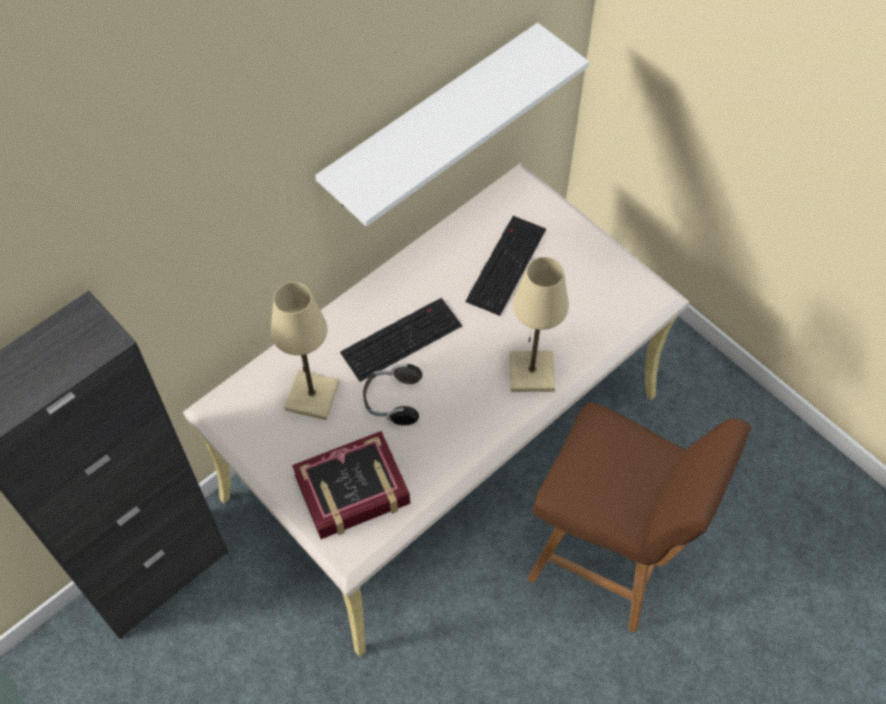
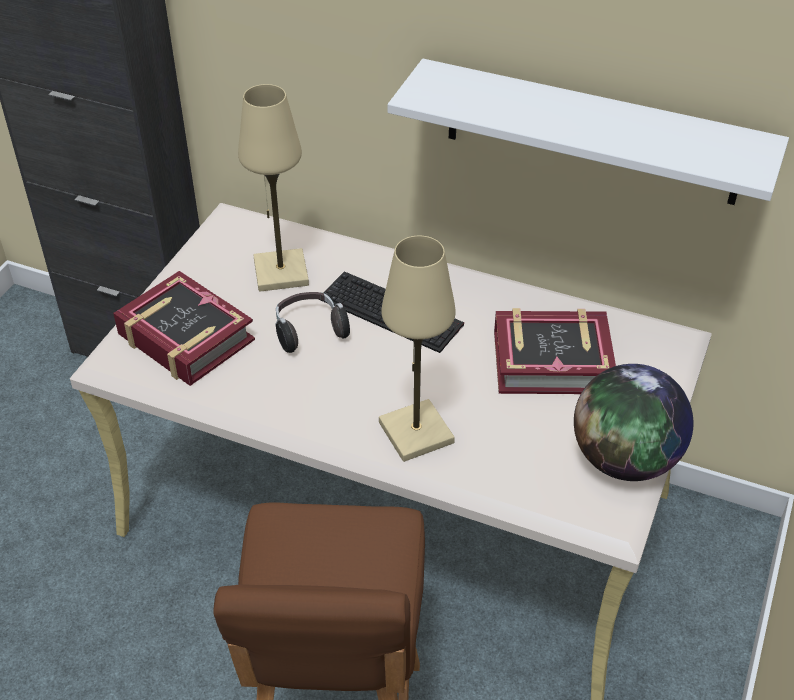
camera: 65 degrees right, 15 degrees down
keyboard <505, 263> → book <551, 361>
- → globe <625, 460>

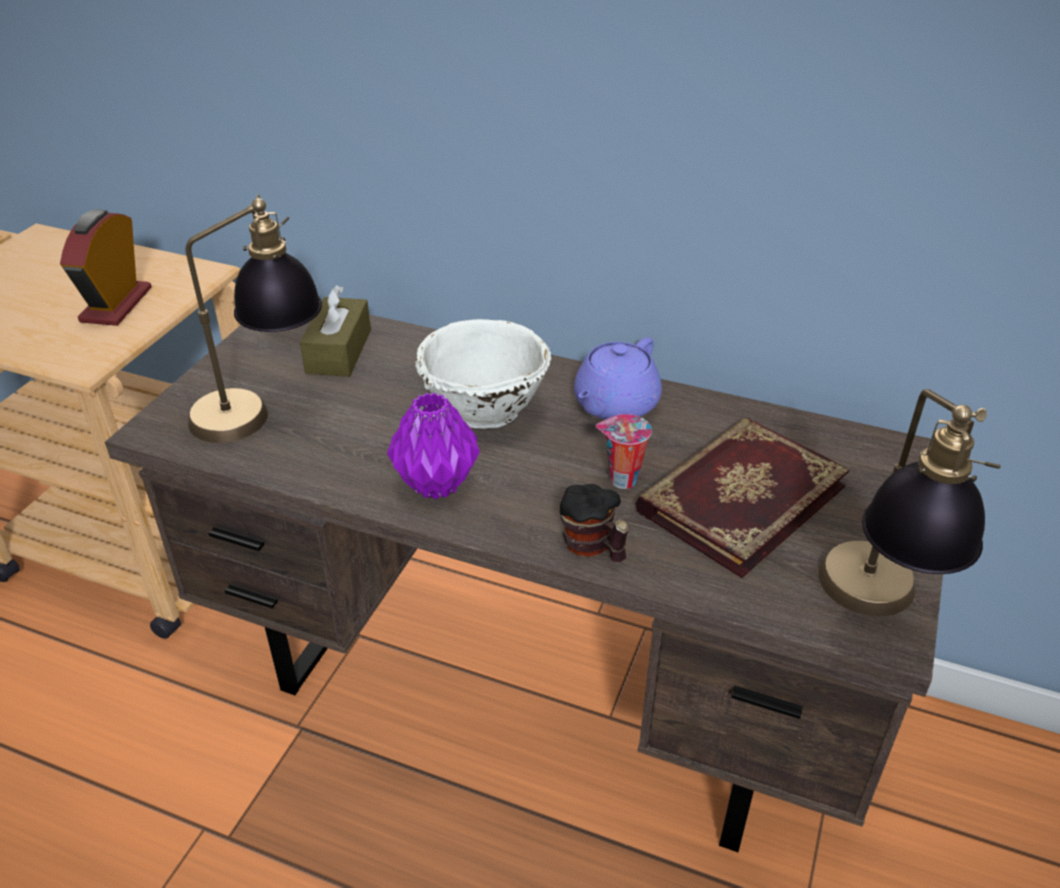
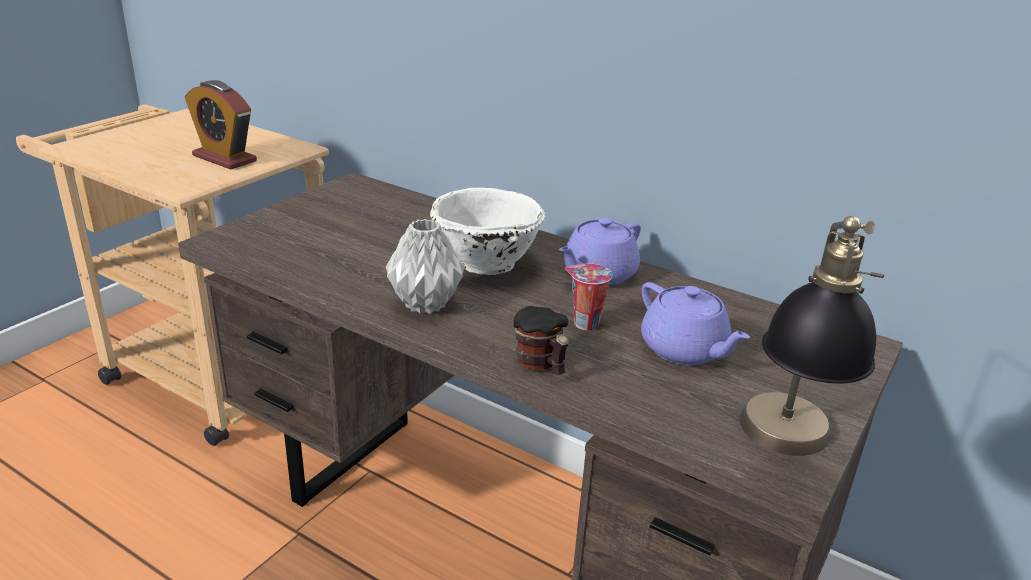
camera: 10 degrees right, 10 degrees down
alarm clock <116, 305> → alarm clock <224, 158>, 75 degrees counterclockwise
vase in purple <437, 484> → vase in grey <426, 305>
book <738, 497> → teapot in purple <685, 350>
table lamp <263, 415> → -
tissue box in brown <339, 351> → -

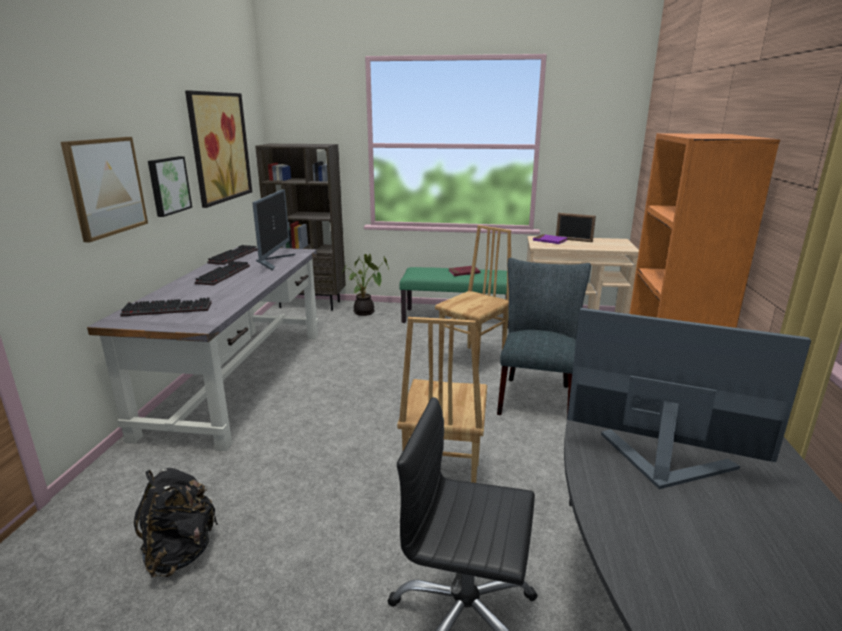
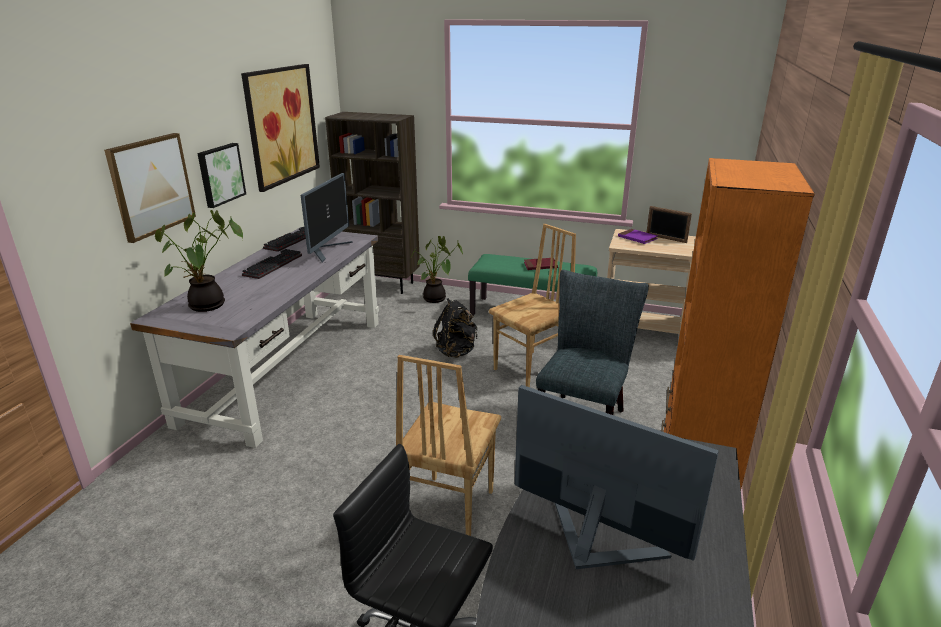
camera: 10 degrees right, 5 degrees up
keyboard <169, 309> → potted plant <208, 306>
backpack in black <180, 552> → backpack in black <456, 351>, relocated

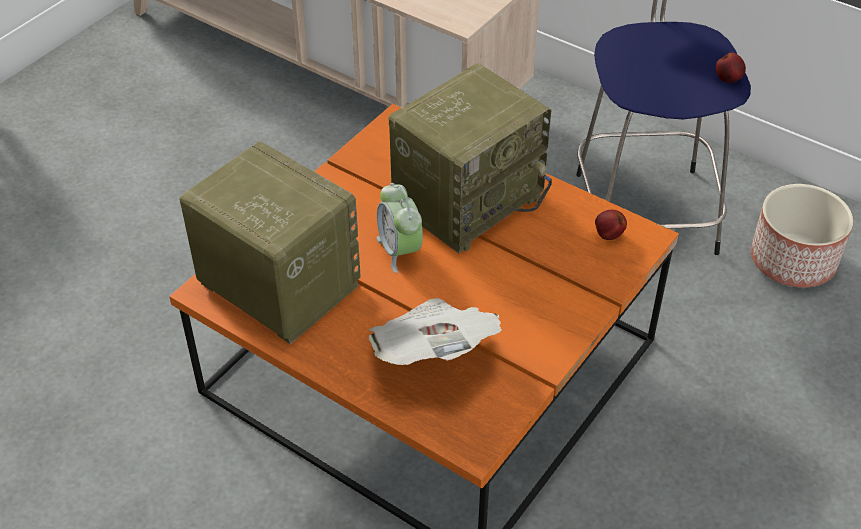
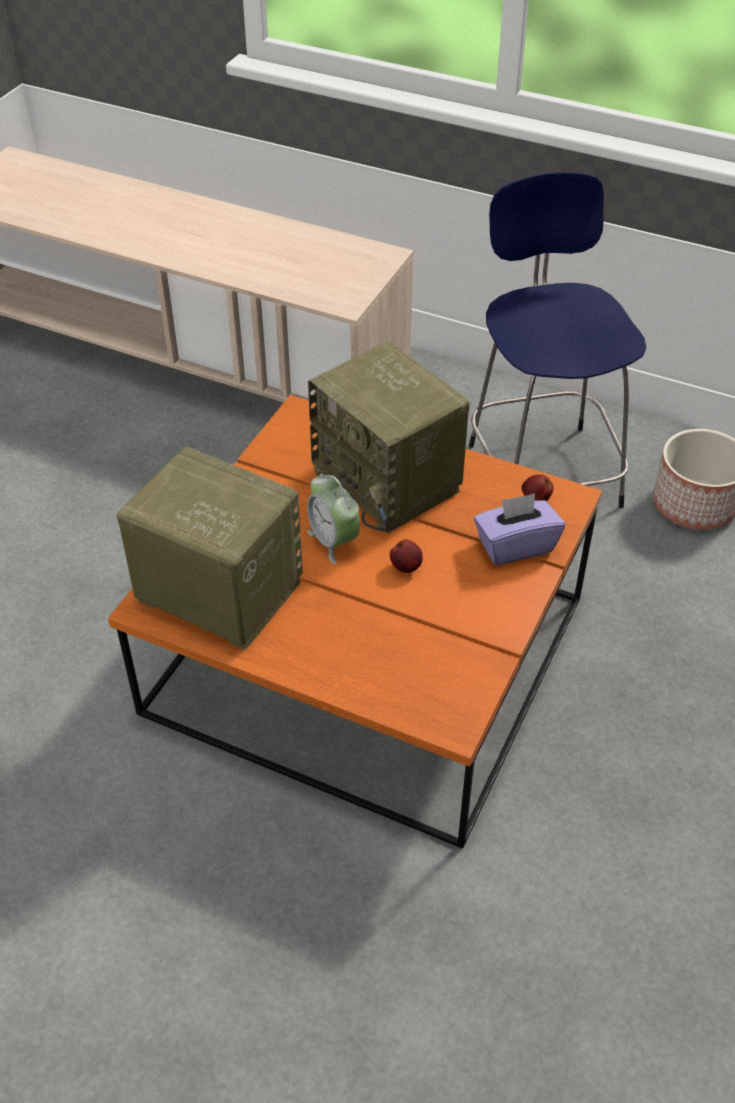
camera: 10 degrees left, 0 degrees up
radio <468, 198> → radio <389, 481>, 105 degrees clockwise
apple <728, 79> → apple <406, 567>, relocated
- → tissue box in purple <515, 546>
newspaper <433, 353> → -

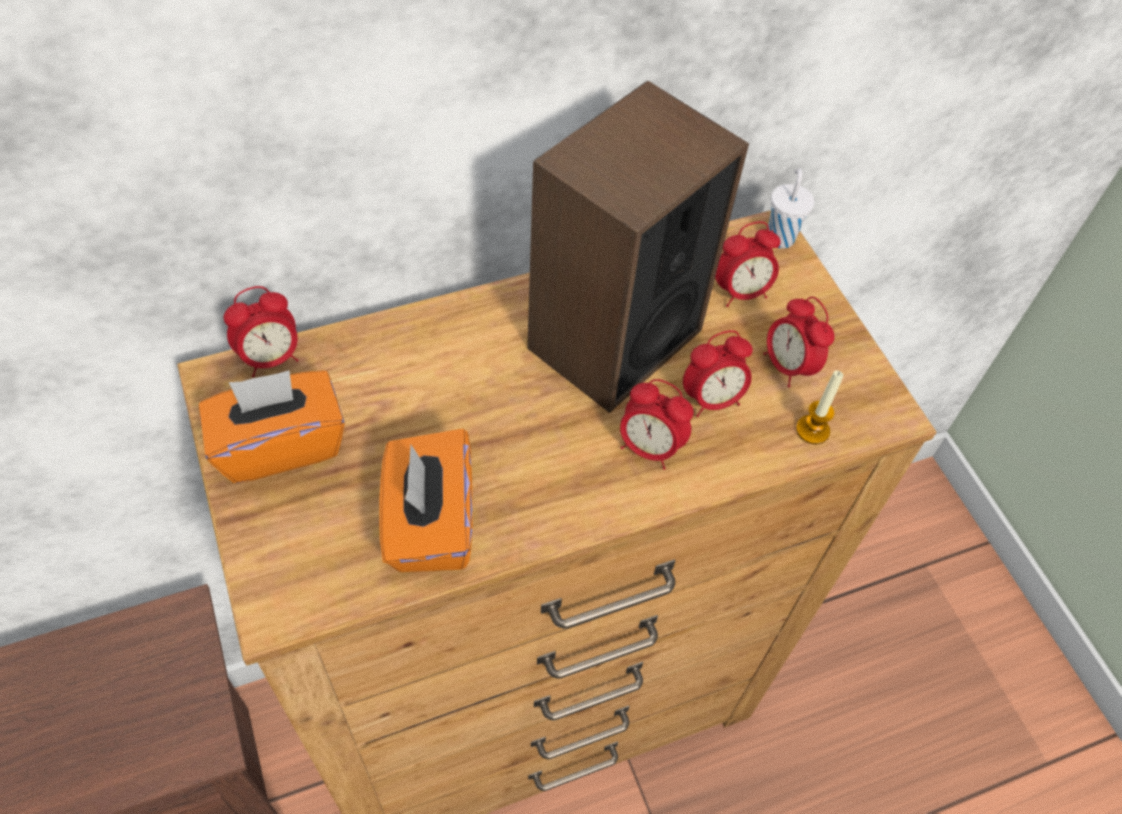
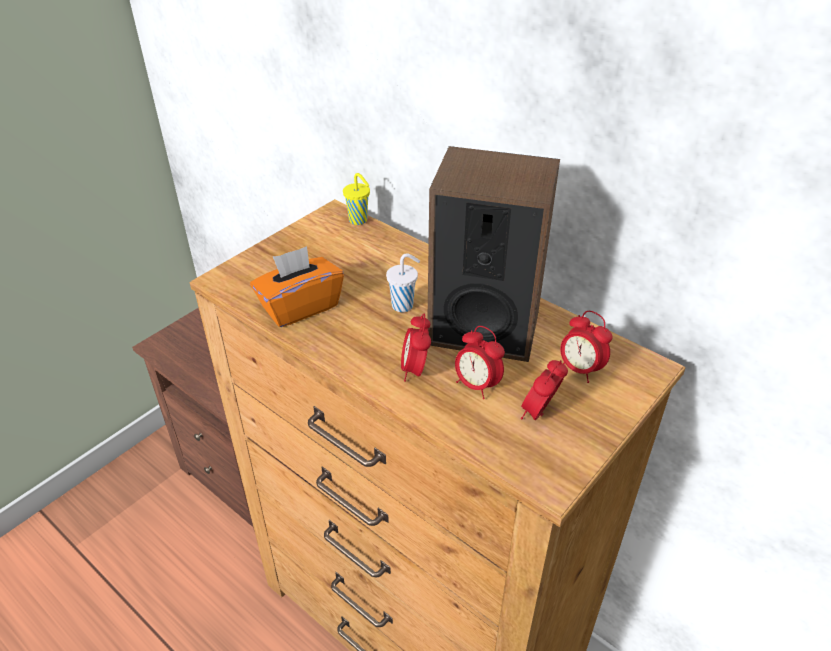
camera: 65 degrees right, 15 degrees down
alarm clock <271, 358> → cup in yellow <359, 221>
cup in white <780, 237> → cup in white <404, 305>, relocated
tissue box in orange <280, 444> → -
candle <812, 430> → -

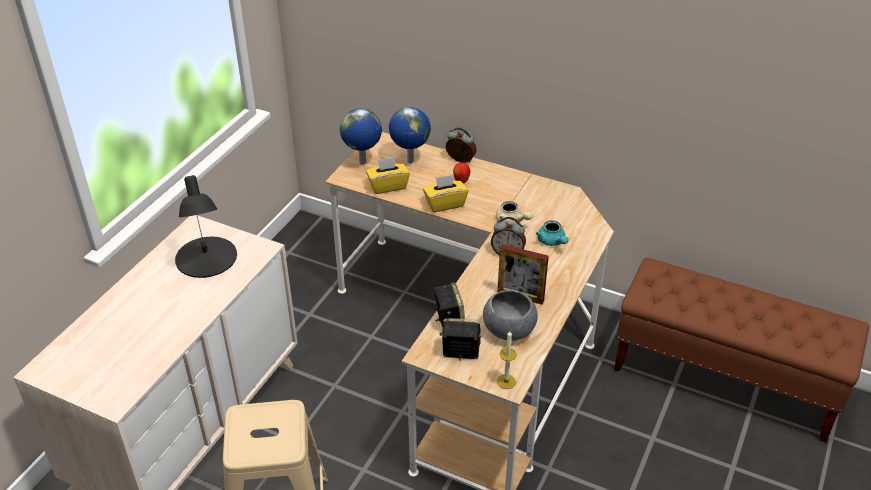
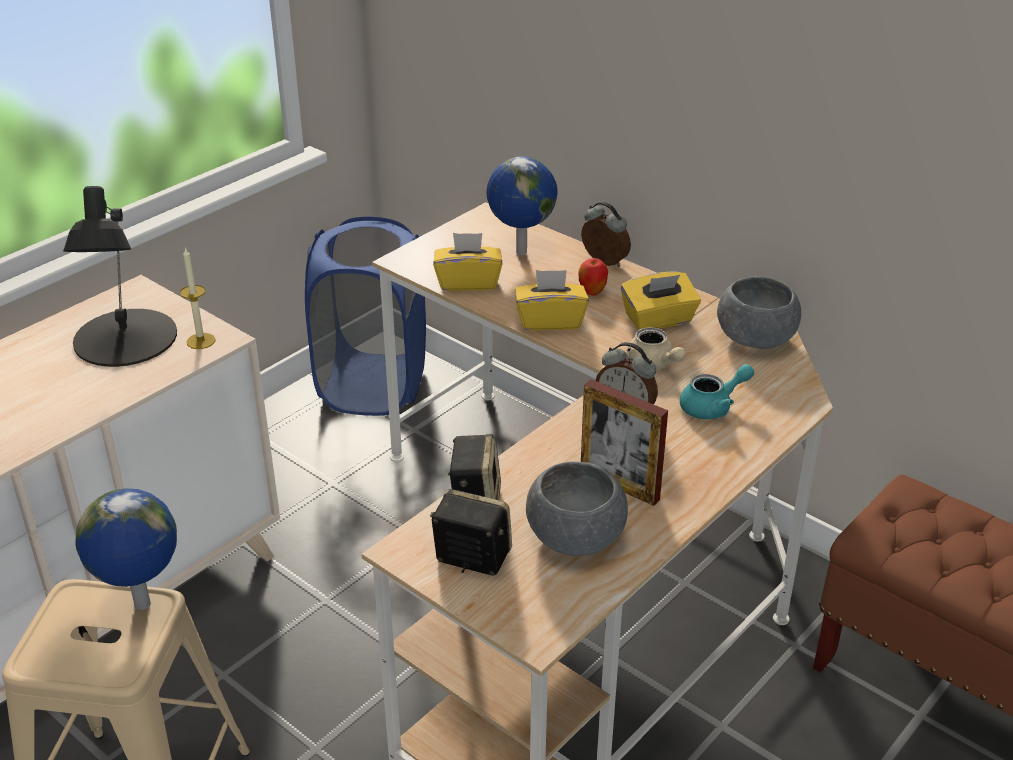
camera: 15 degrees right, 5 degrees down
globe <363, 163> → globe <142, 605>, relocated
candle <506, 381> → candle <201, 341>, relocated
- → laundry basket in blue <373, 385>
- → tissue box in yellow <659, 320>
teapot in turquoise <552, 242> → teapot in turquoise <713, 407>, 105 degrees counterclockwise
- → bowl in grey <755, 339>

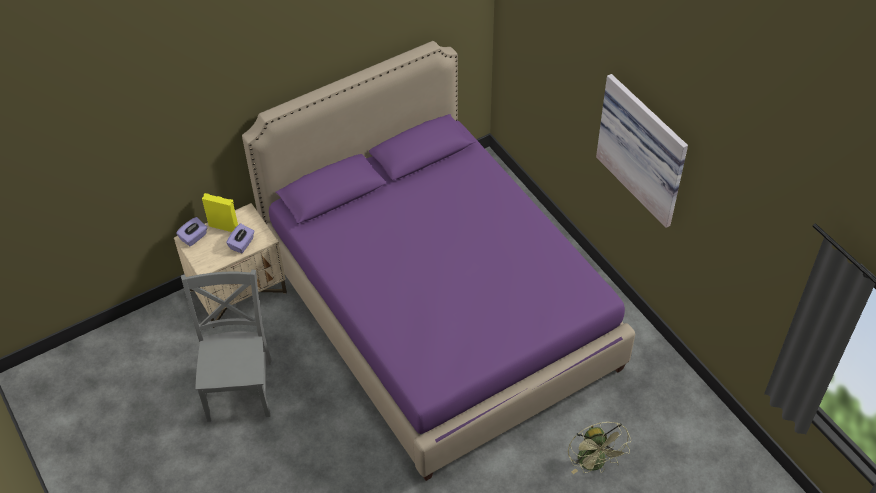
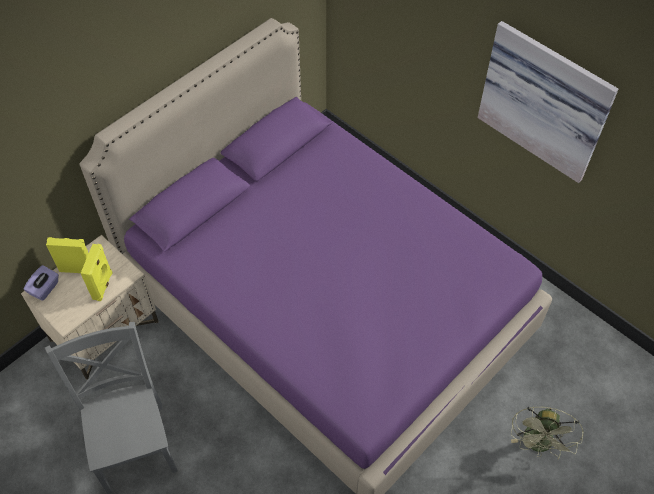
camera: 15 degrees left, 5 degrees up
tissue box in purple <242, 244> → speaker in yellow <103, 286>
fan in green <595, 464> → fan in green <538, 445>, 45 degrees clockwise

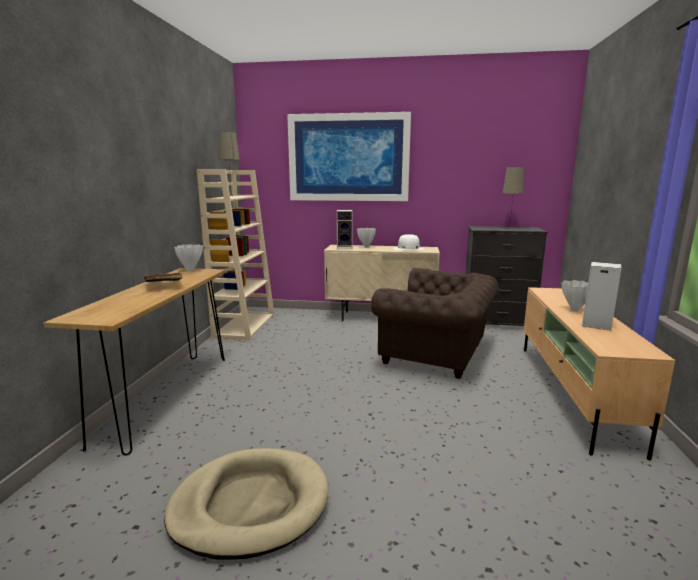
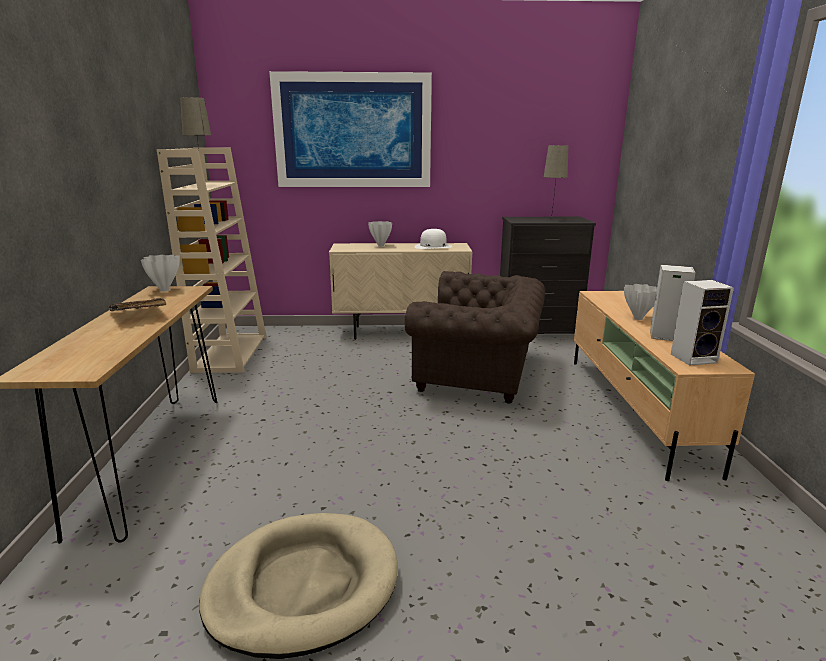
camera: 10 degrees left, 5 degrees up
speaker <345, 247> → speaker <694, 358>, relocated

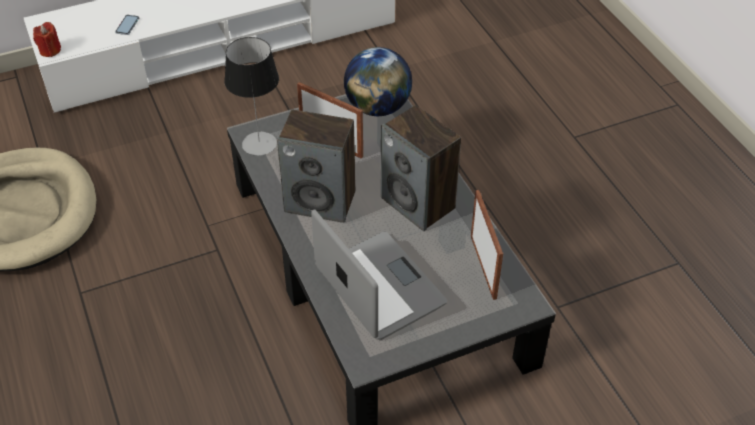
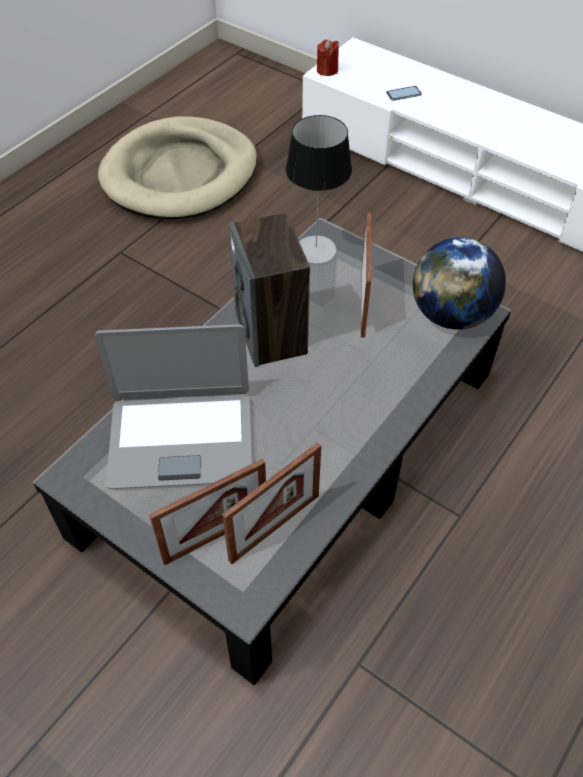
camera: 60 degrees right, 5 degrees up
laptop <378, 287> → laptop <181, 439>, 60 degrees clockwise
- → picture frame <216, 536>
speaker <418, 203> → -

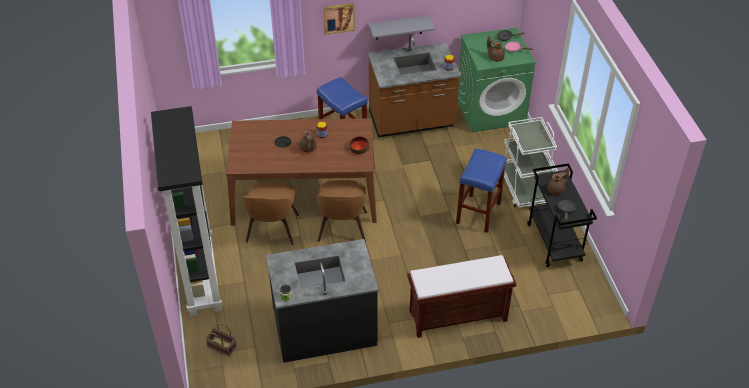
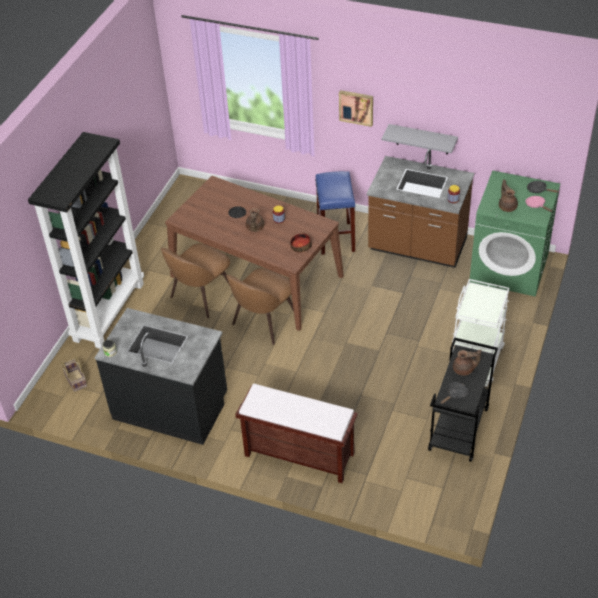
camera: 35 degrees right, 0 degrees up
stool in blue <478, 214> → -

